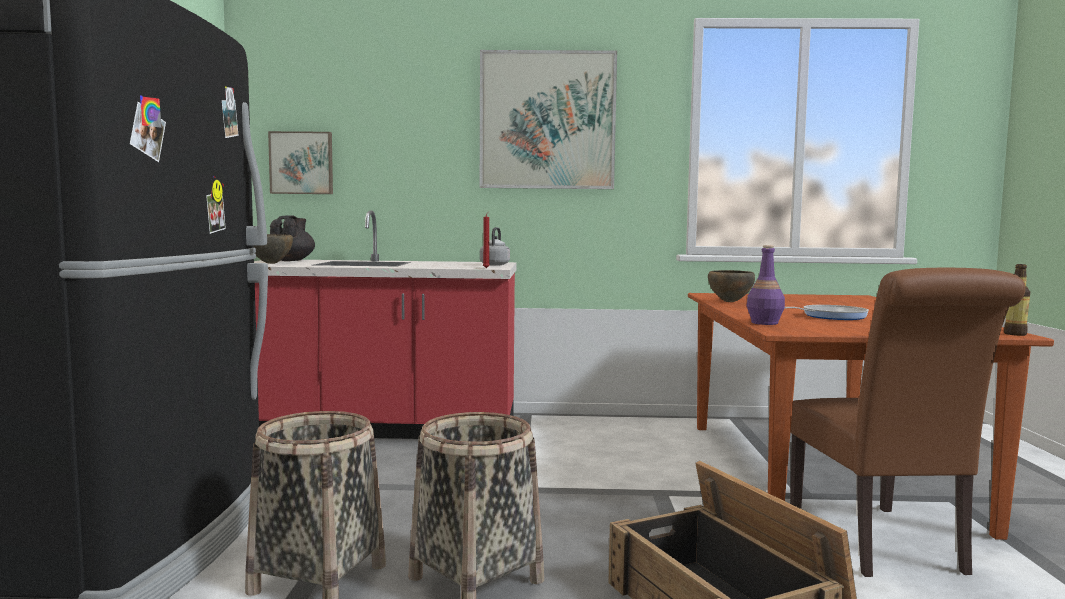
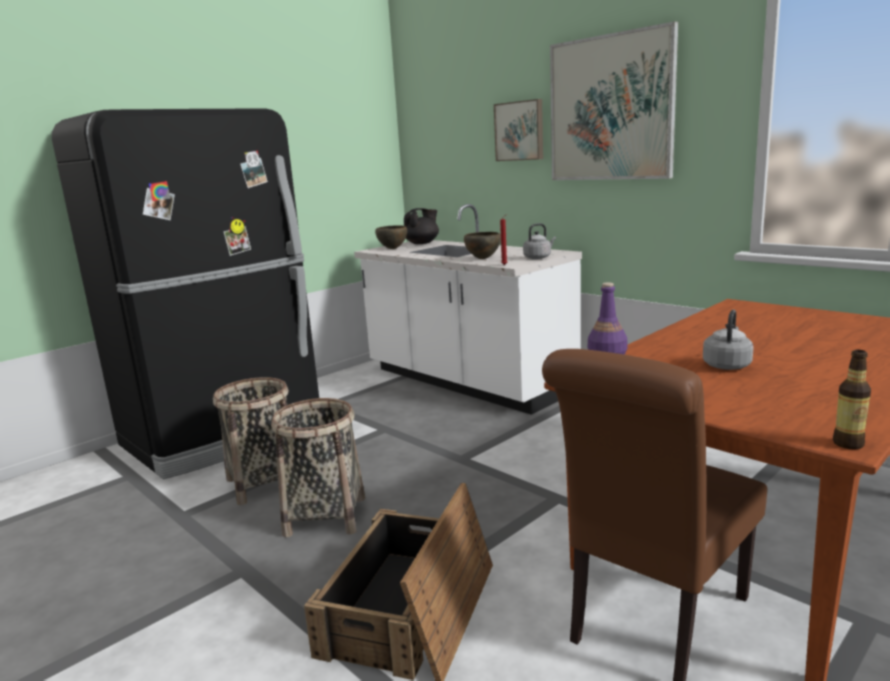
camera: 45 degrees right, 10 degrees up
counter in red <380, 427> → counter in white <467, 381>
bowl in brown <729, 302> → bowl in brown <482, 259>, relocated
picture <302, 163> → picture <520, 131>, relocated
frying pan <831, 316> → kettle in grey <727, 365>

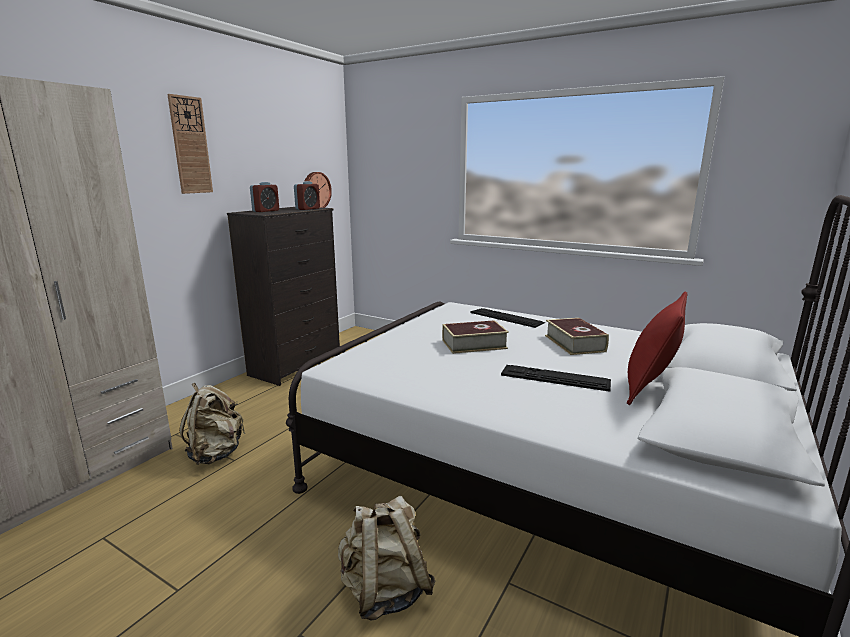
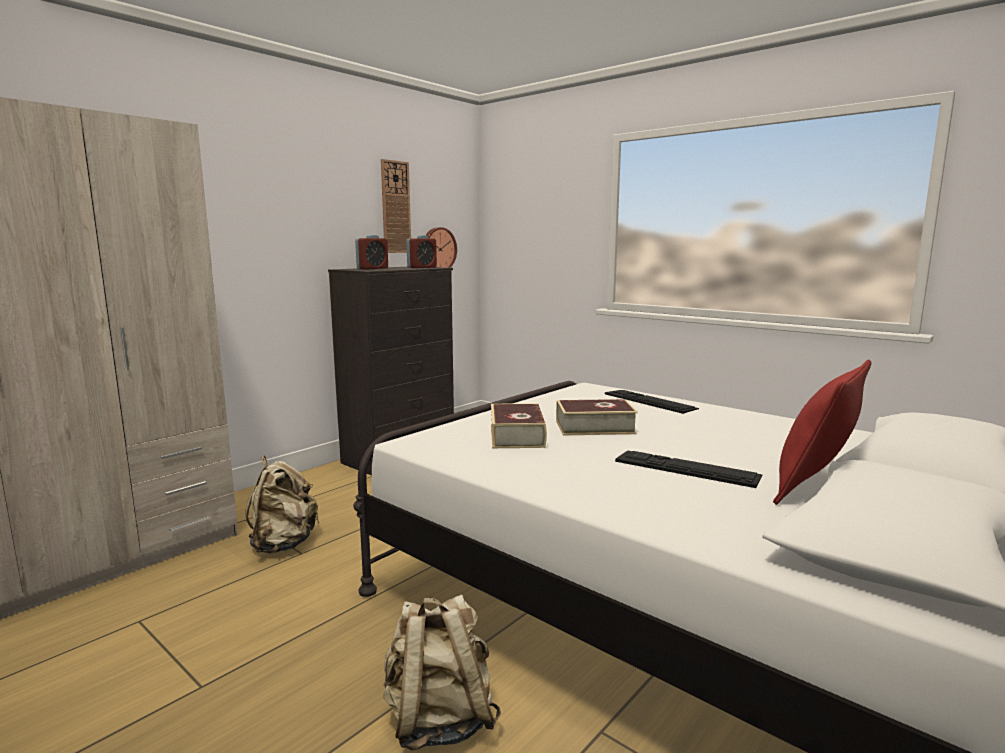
camera: 10 degrees right, 5 degrees down
wall clock <190, 145> → wall clock <395, 207>, relocated
book <574, 343> → book <517, 435>, relocated

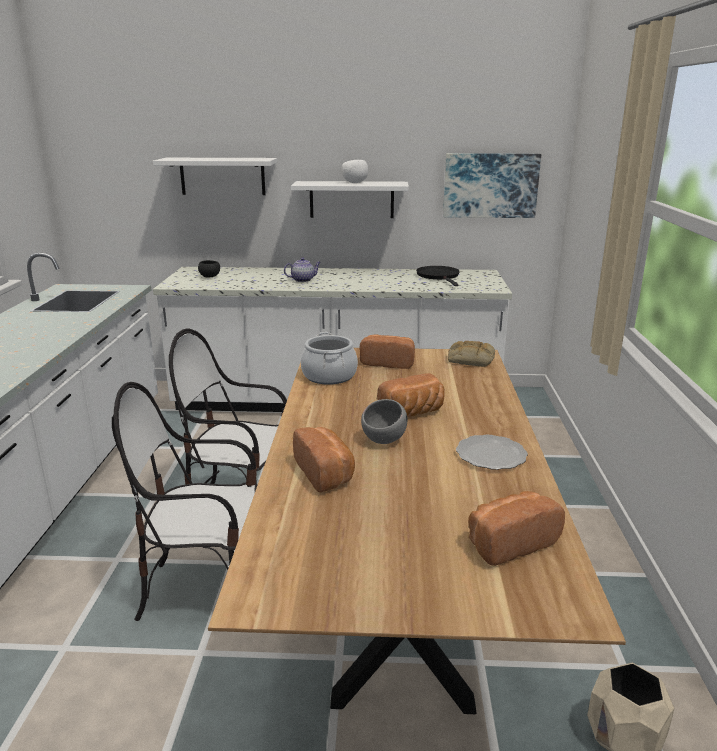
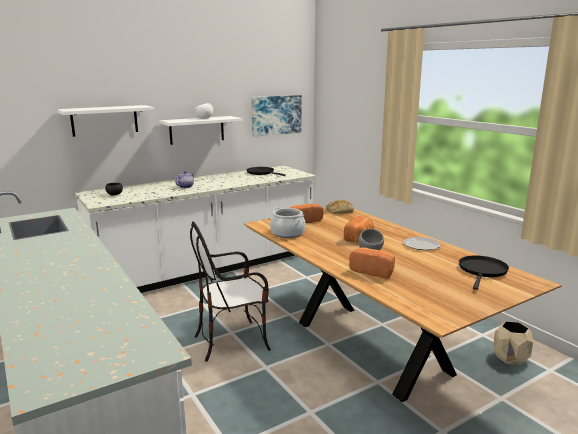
camera: 35 degrees left, 5 degrees down
bread <508, 542> → frying pan in black <482, 271>
chair <205, 590> → -

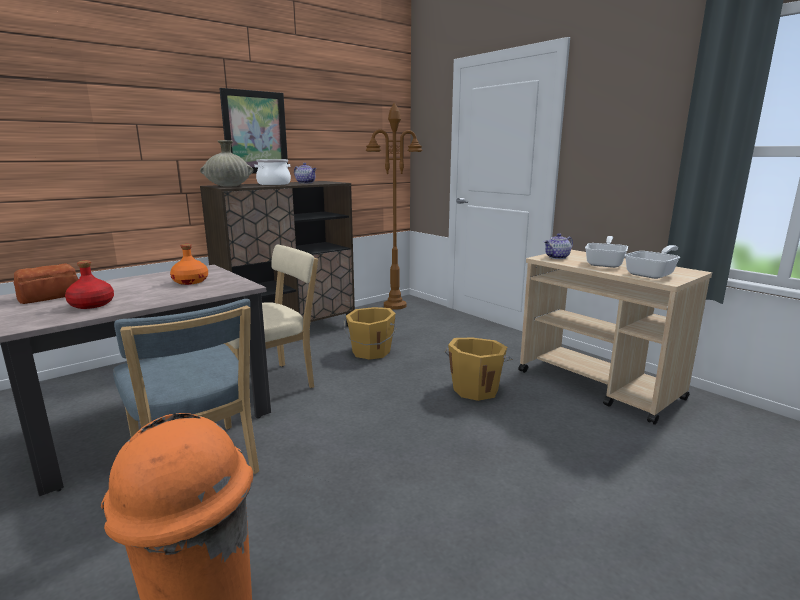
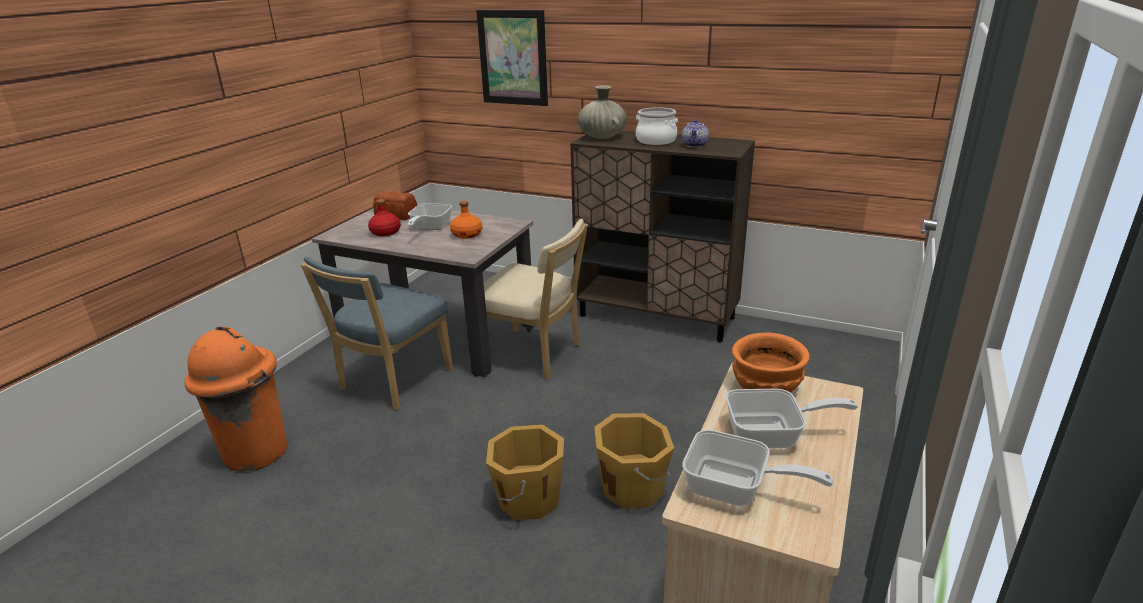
camera: 65 degrees right, 10 degrees up
- → frying pan <429, 228>
picture <255, 132> → picture <513, 58>, relocated
bucket in orange <371, 352> → bucket in orange <527, 499>, relocated
teapot <557, 257> → bowl in orange <766, 386>
floor lamp in brown <394, 306> → -

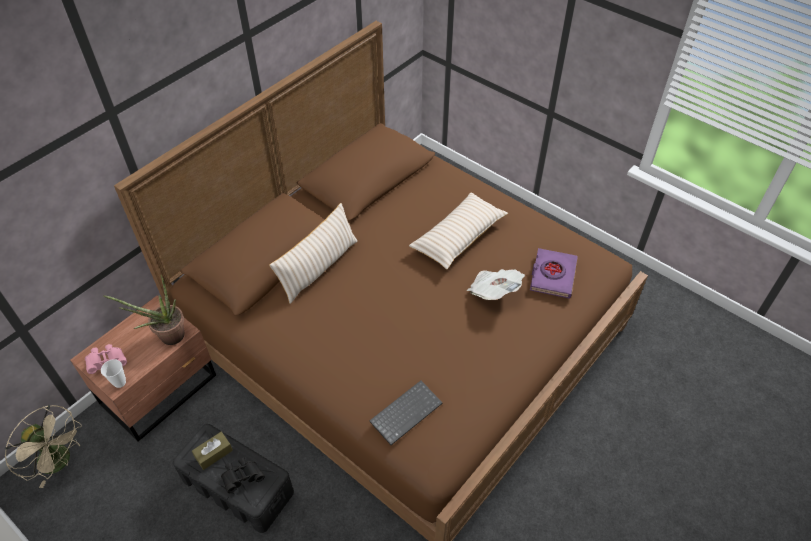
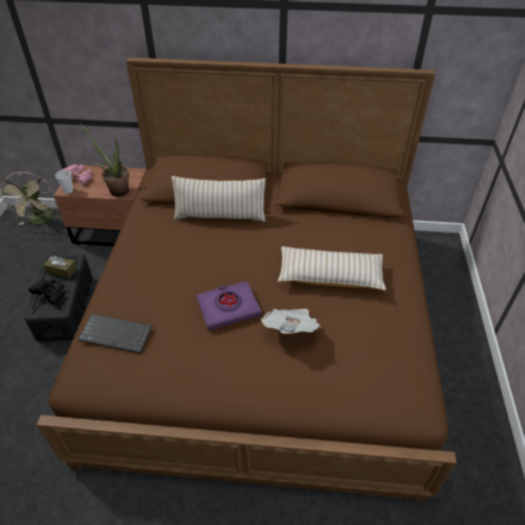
camera: 55 degrees right, 5 degrees down
book in purple <552, 275> → book in purple <228, 308>, relocated

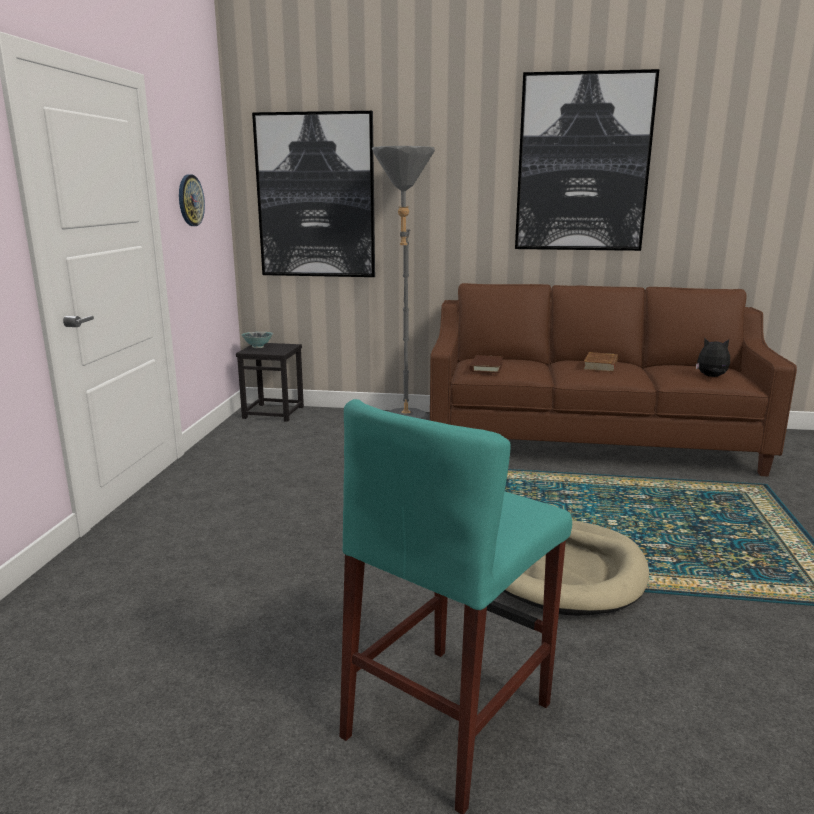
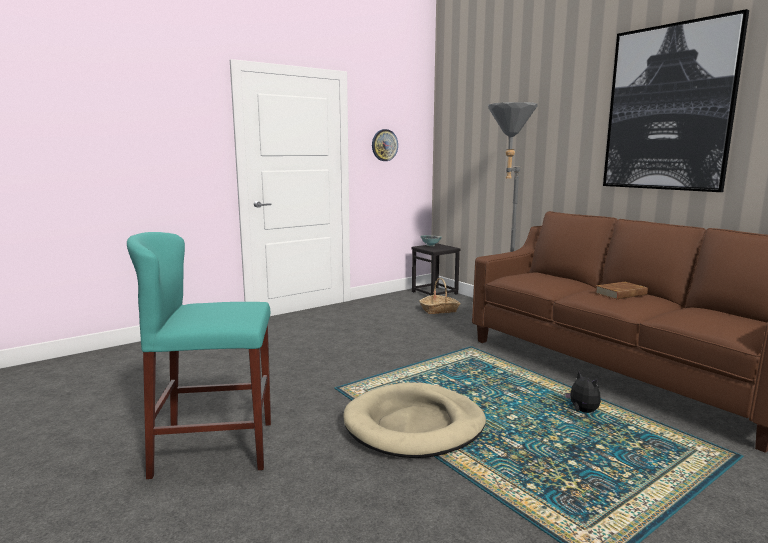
camera: 45 degrees right, 5 degrees down
- → basket <439, 310>
plush toy <711, 377> → plush toy <582, 411>, relocated
picture <316, 196> → -
book in brown <486, 367> → -

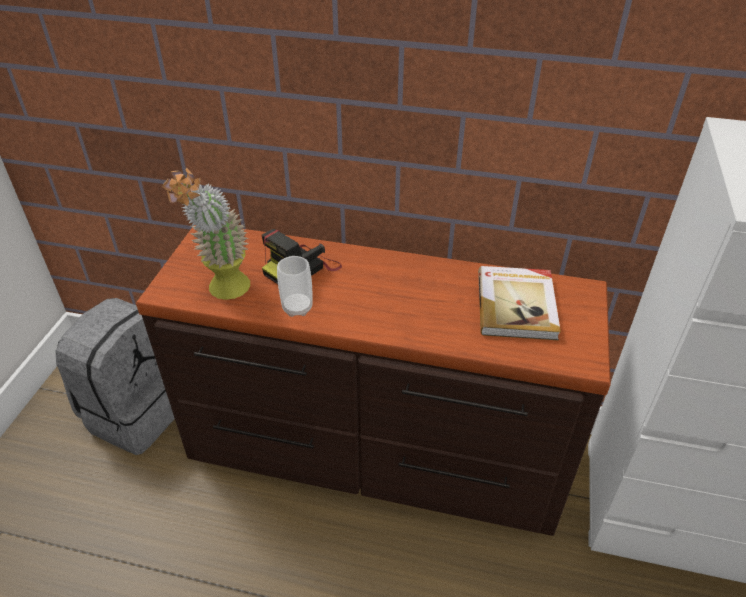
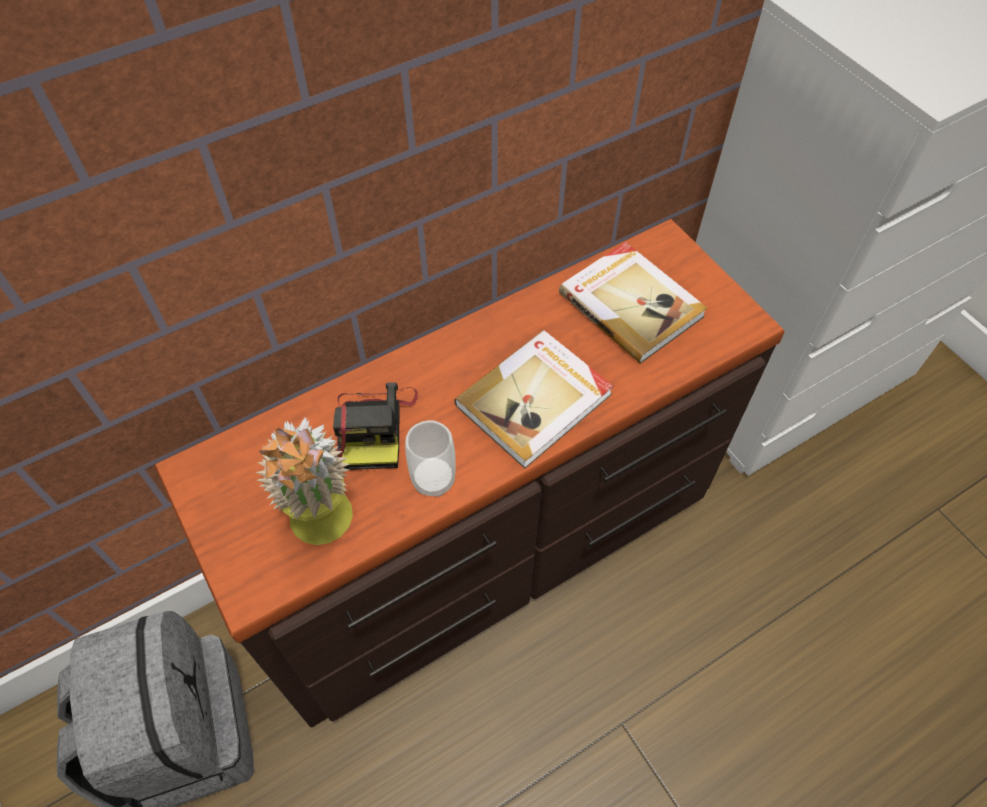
camera: 45 degrees left, 15 degrees up
- → book <536, 400>

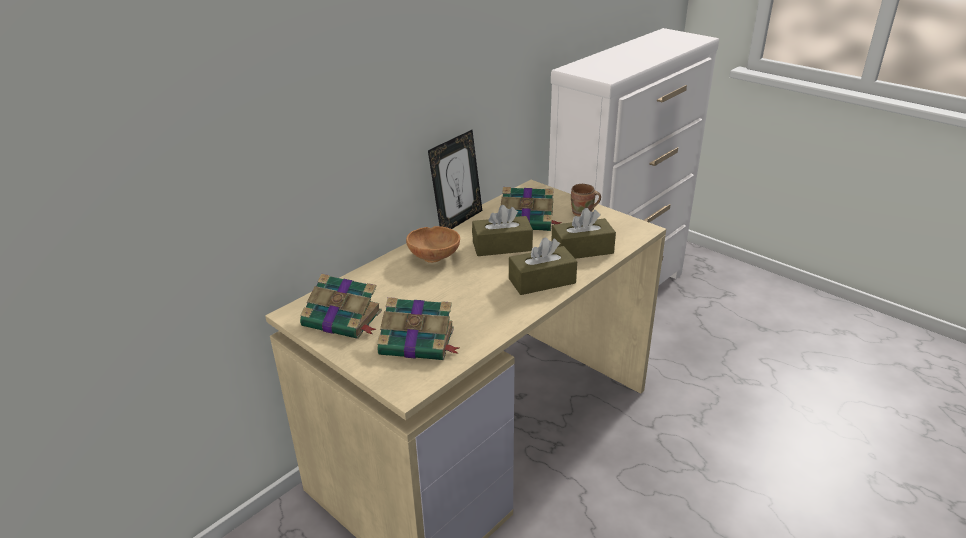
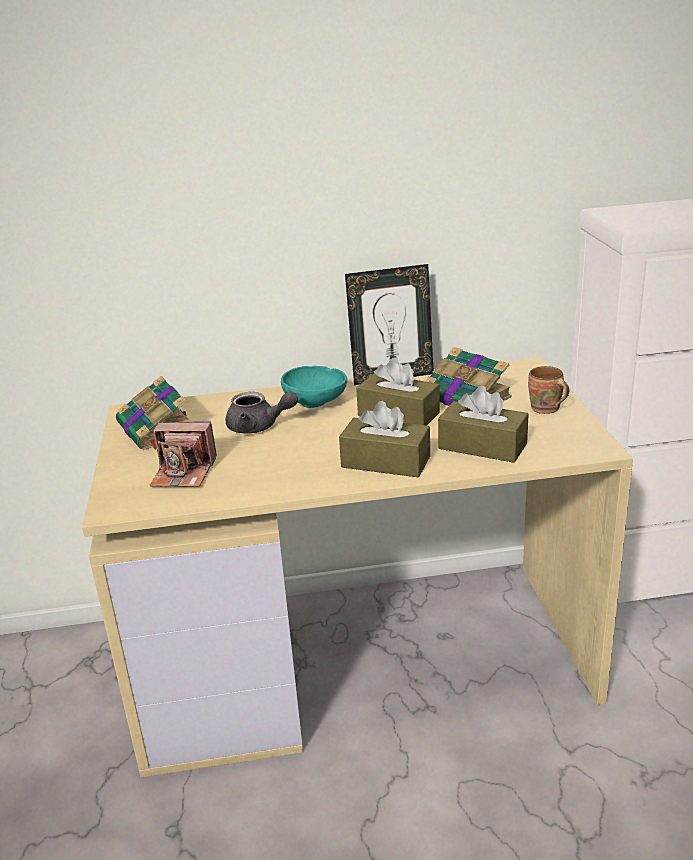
camera: 40 degrees right, 5 degrees down
book <418, 342> → photo camera <184, 473>
- → teapot in grey <259, 427>
bowl in brown <435, 257> → bowl in turquoise <317, 403>

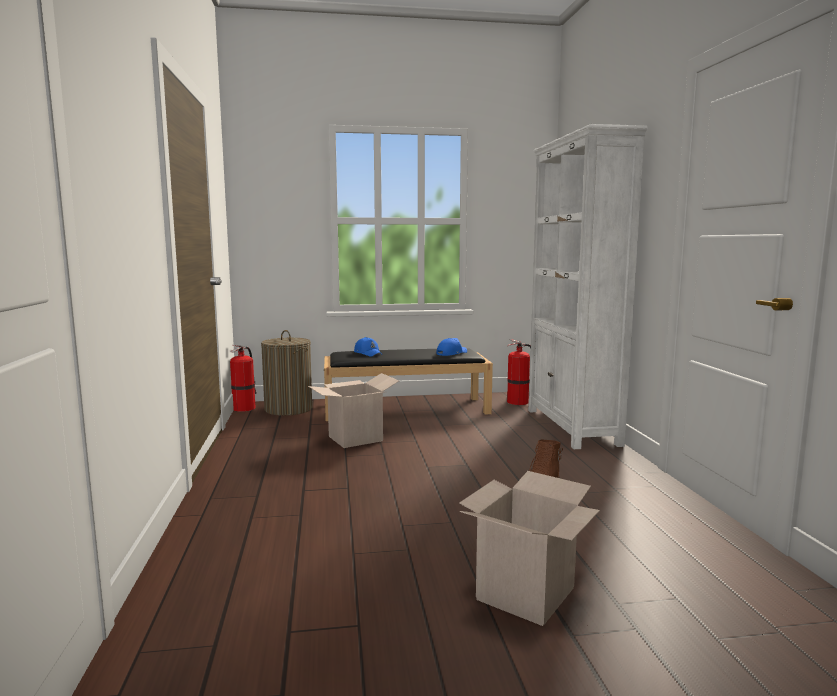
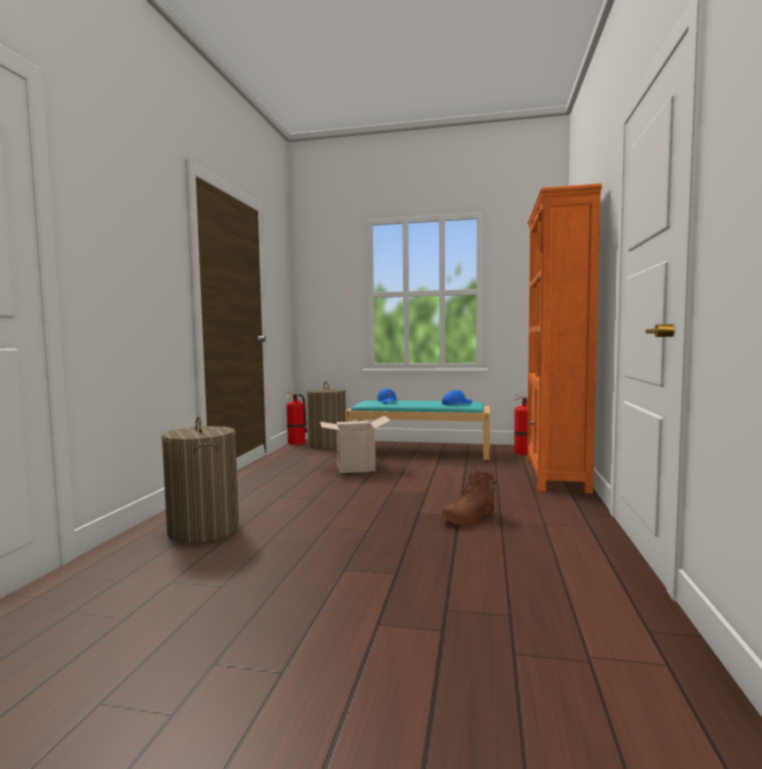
camera: 20 degrees right, 5 degrees down
- → laundry basket <203, 530>
bench in black <407, 408> → bench in turquoise <420, 451>
bookcase in white <572, 427> → bookcase in orange <555, 474>
cardboard box <525, 594> → -

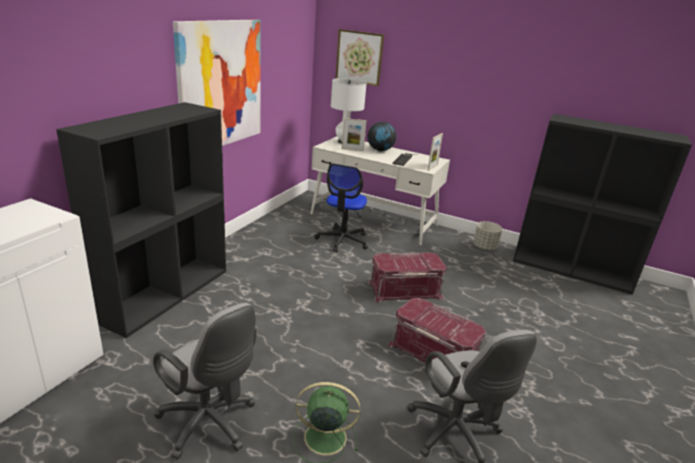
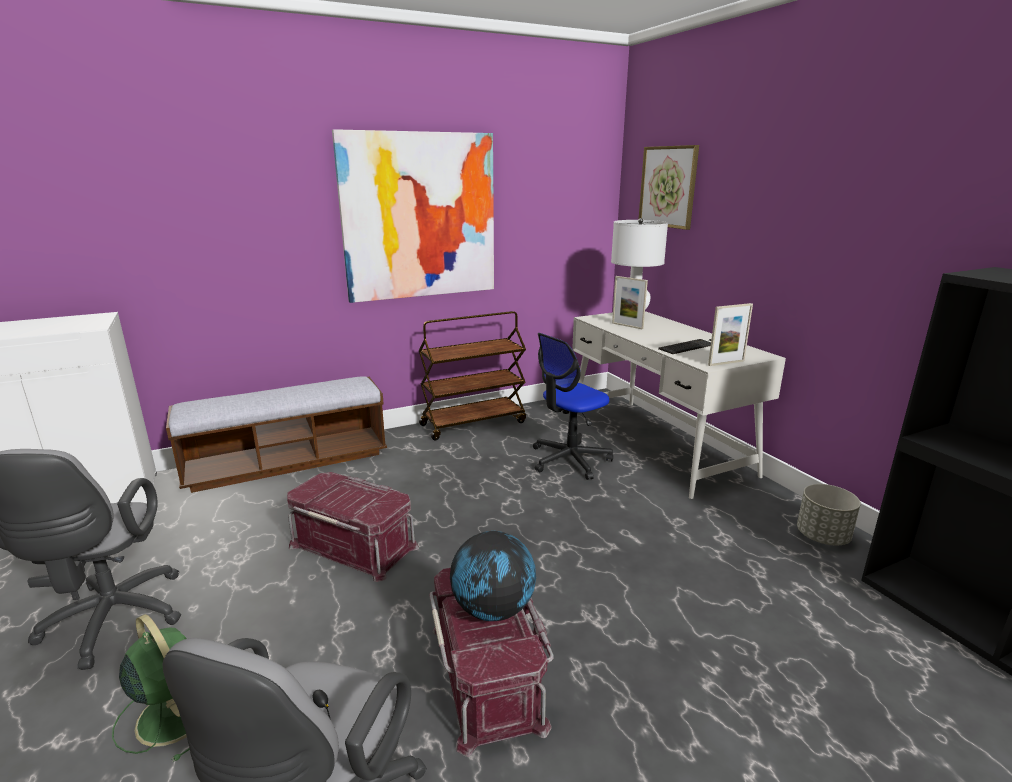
camera: 40 degrees right, 5 degrees down
bookcase in black <165, 293> → bench <288, 462>
storage box in red <404, 290> → storage box in red <355, 545>, relocated
- → cart in brown <473, 423>
globe <380, 150> → globe <493, 610>, relocated

